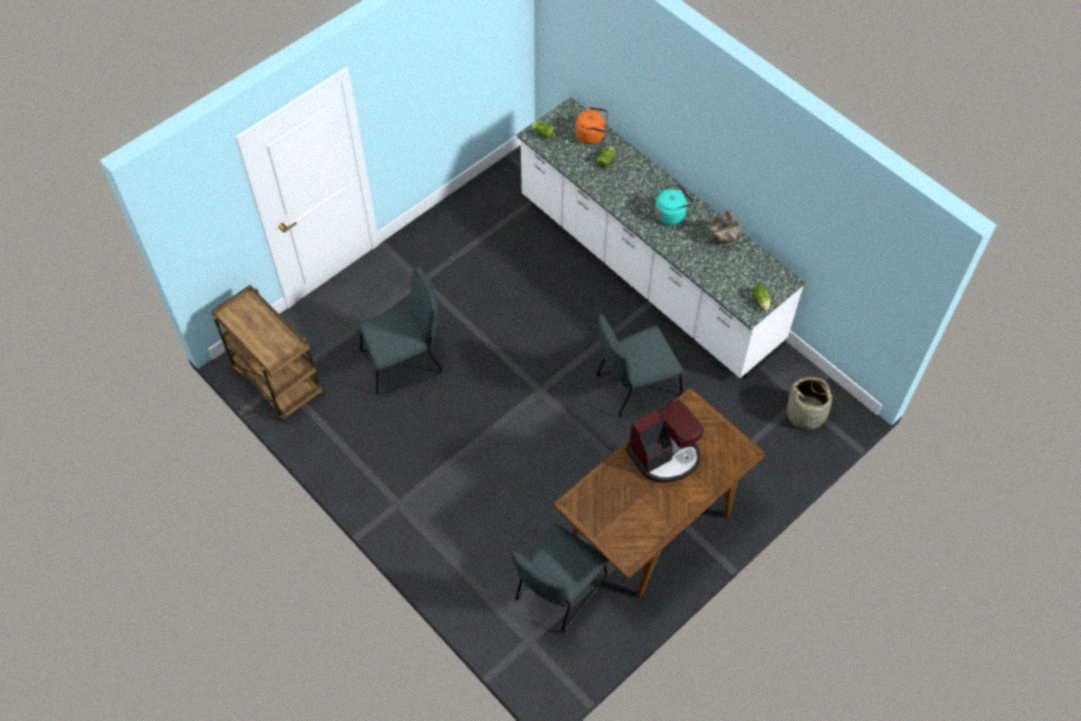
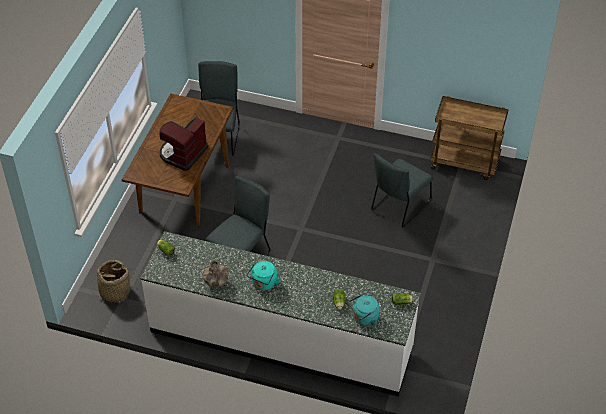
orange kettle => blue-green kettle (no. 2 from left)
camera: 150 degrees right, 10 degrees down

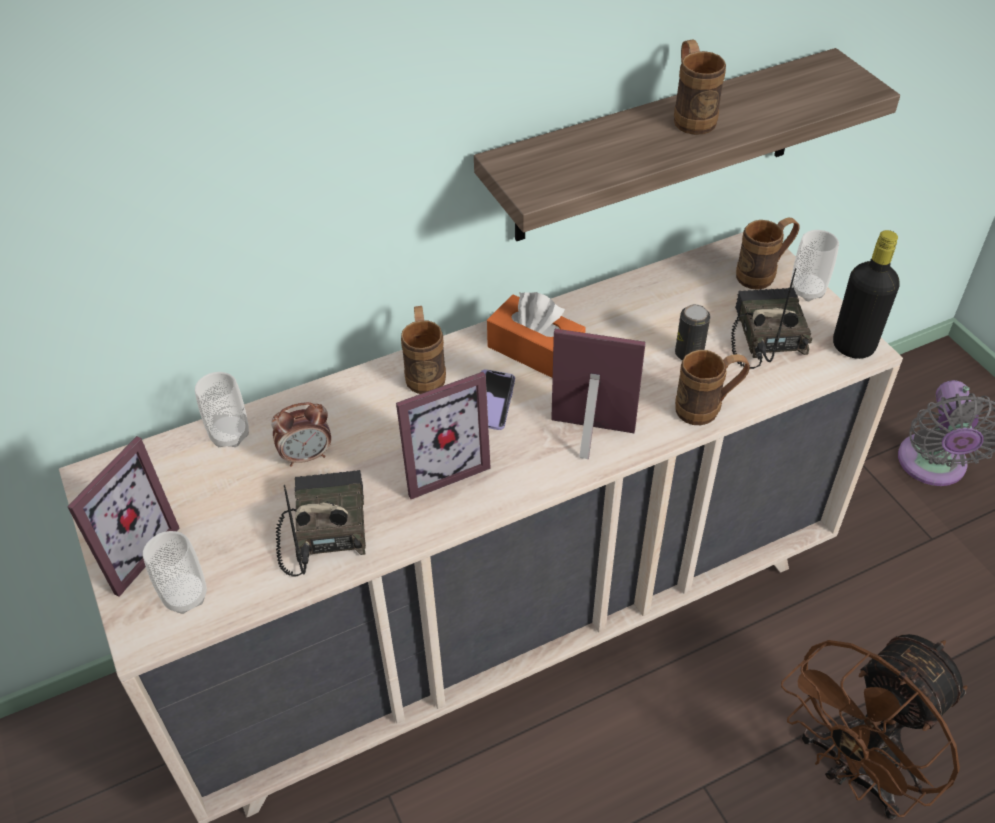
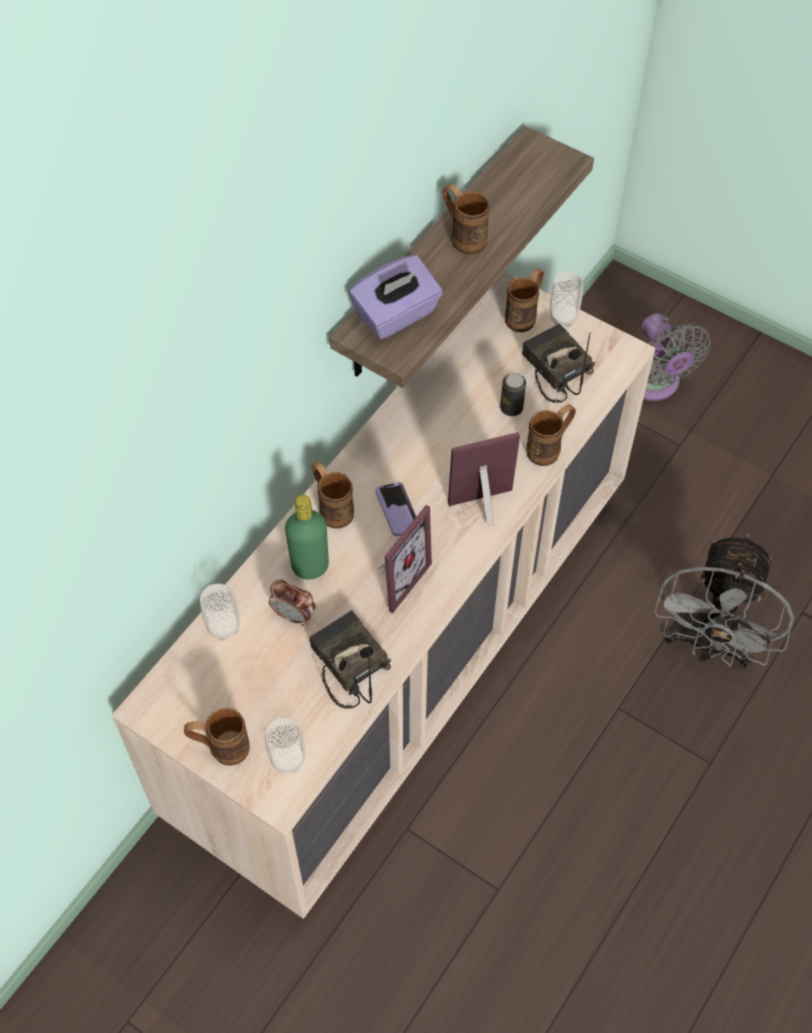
orange box of tissues => nothing
blackish drink bottle => nothing
nothing => green-coloured drink bottle
nothing => purple-coloured box of tissues
photo frame (no. 1 from left) => brownish tea mug (no. 1 from left)
brownish cooling fan => greyish cooling fan (no. 2 from left)
bedside clock, 75 degrees clockwise
camera: 30 degrees left, 10 degrees up

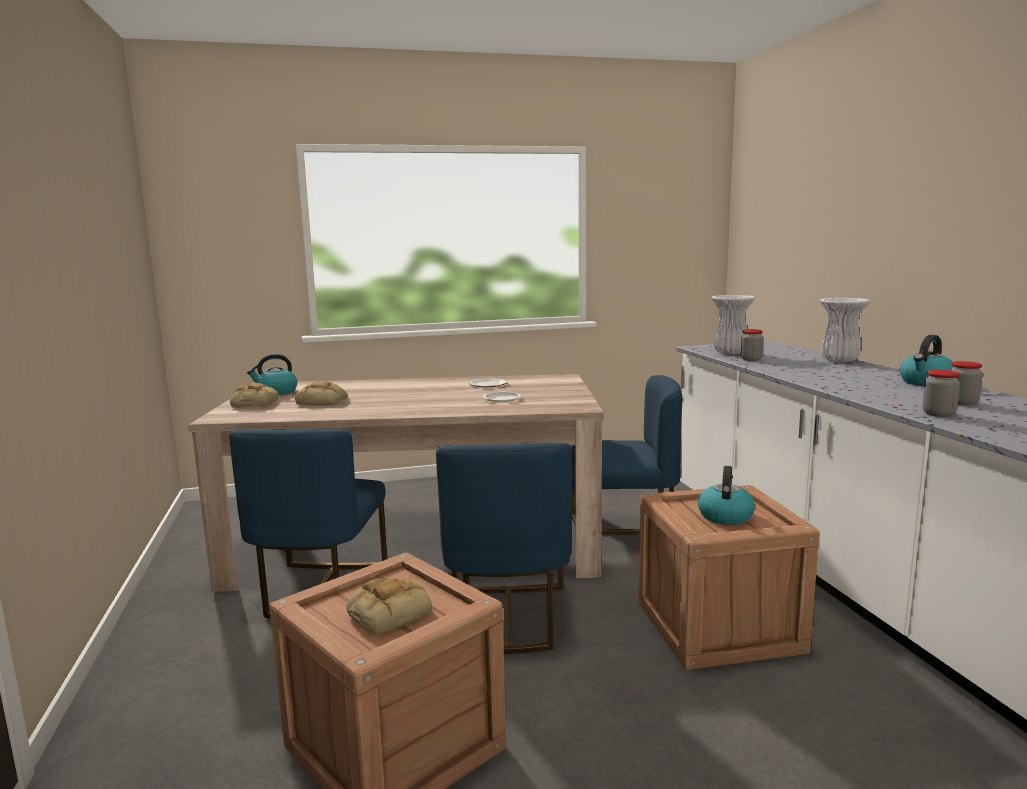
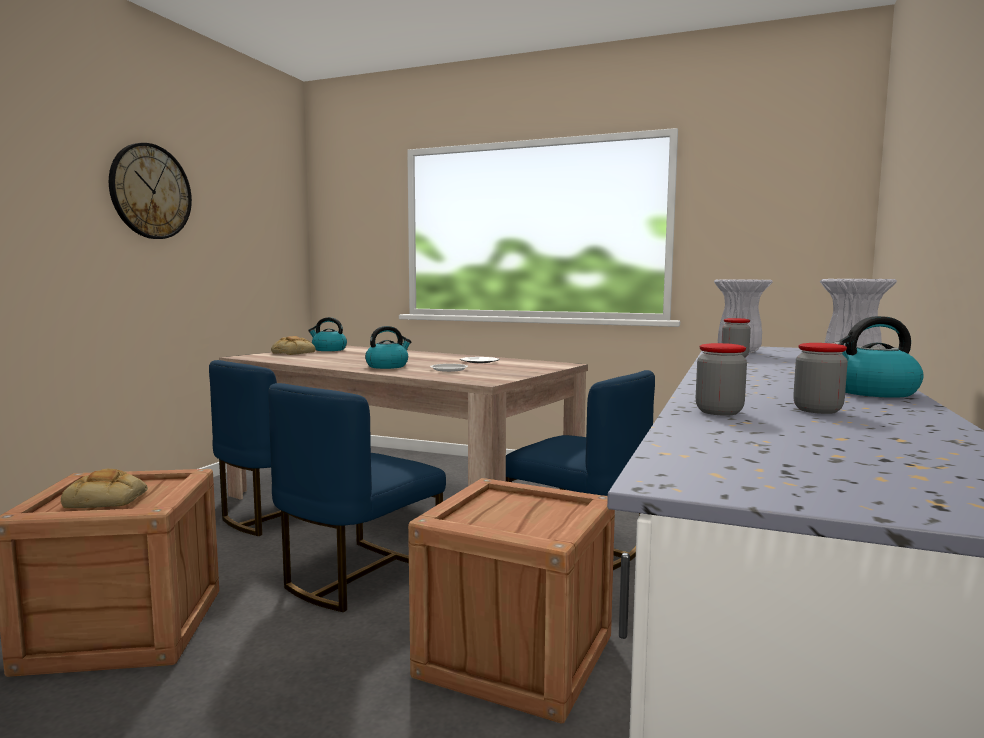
bread (no. 2 from left) => nothing
nothing => hanging clock
kettle (no. 2 from left), shifted
camera: 35 degrees right, 5 degrees down

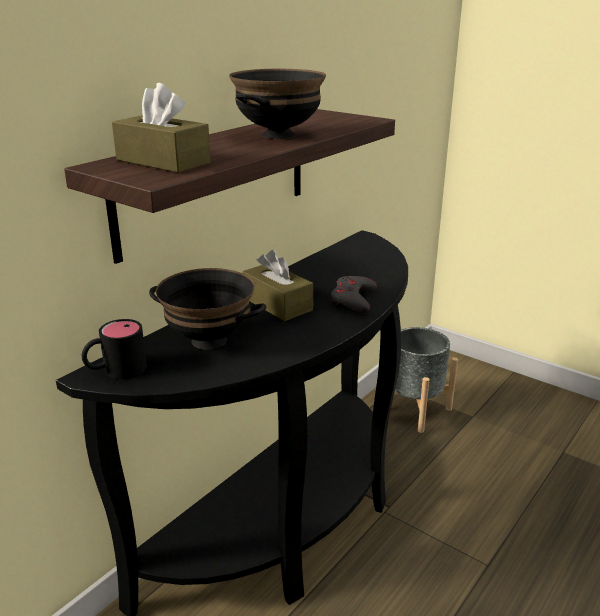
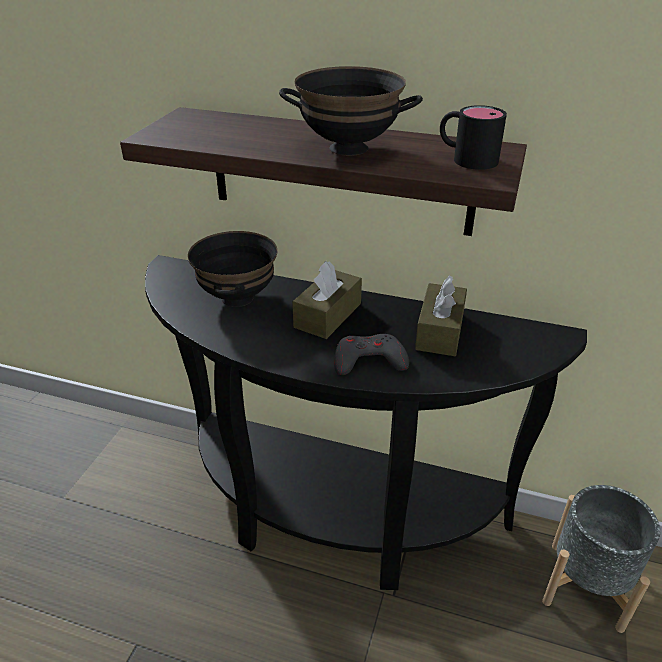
blackish tea mug, shifted
brownish box of tissues (no. 1 from left in the first image) => brownish box of tissues (no. 2 from left), shifted
camera: 70 degrees right, 10 degrees up

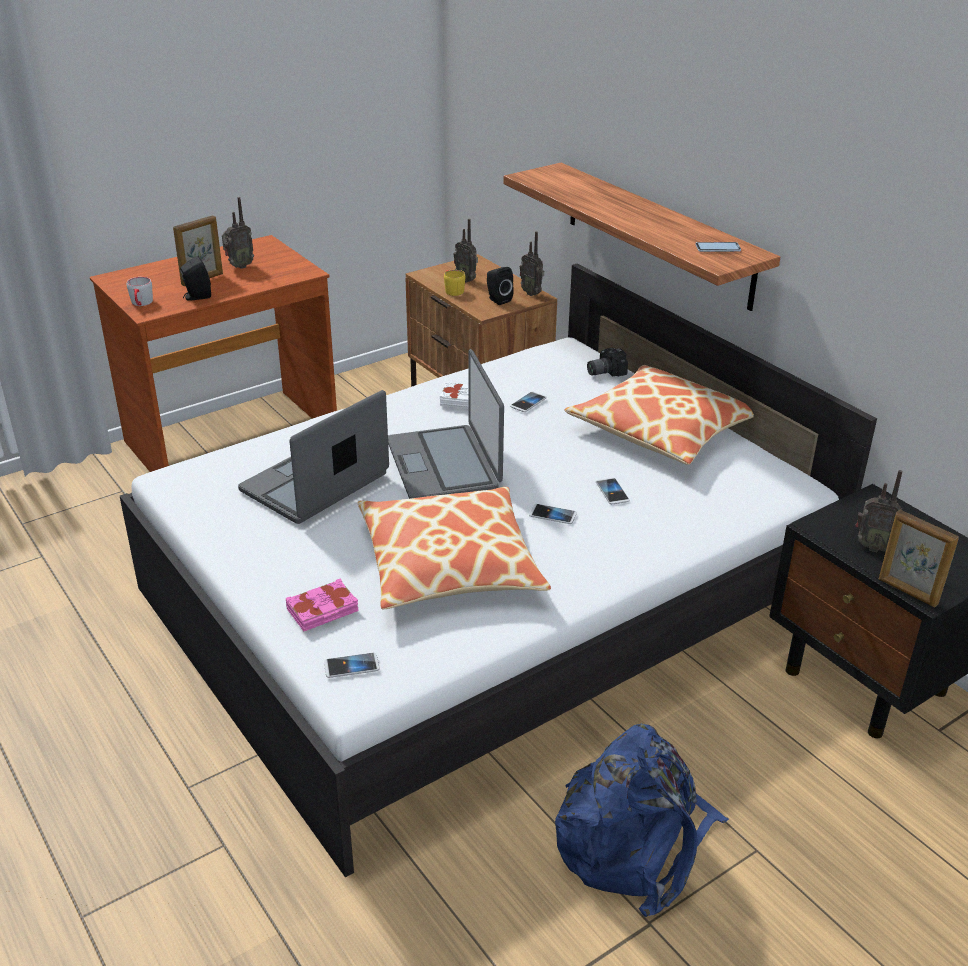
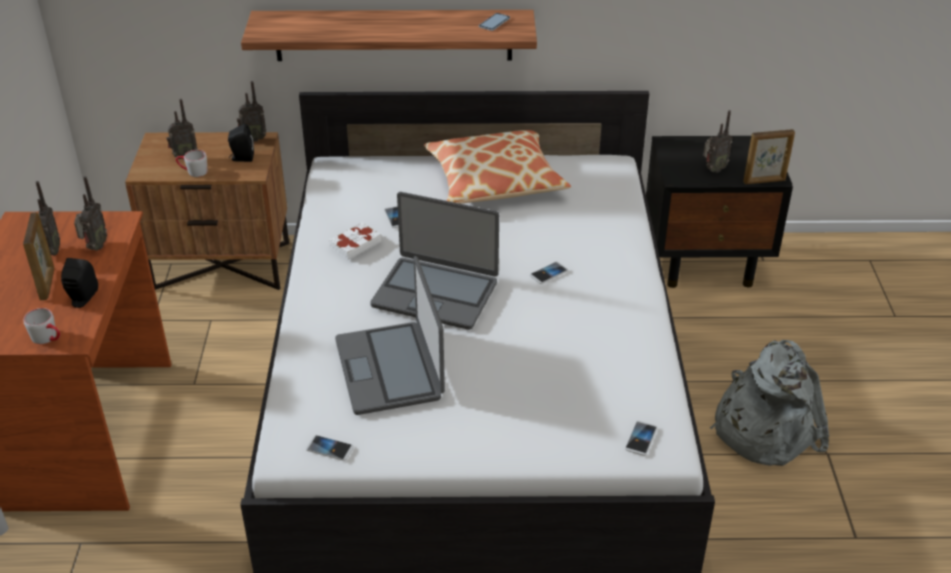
pink-coloured book => nothing
throw pillow (no. 1 from left) => nothing
photo camera => nothing
nothing => radio set (no. 2 from left)
phone (no. 4 from left in the first image) => phone (no. 1 from left), shifted
yellow-coloured tea mug => greyish tea mug (no. 2 from left)
blue-coloured backpack => greyish backpack
camera: 55 degrees left, 5 degrees up

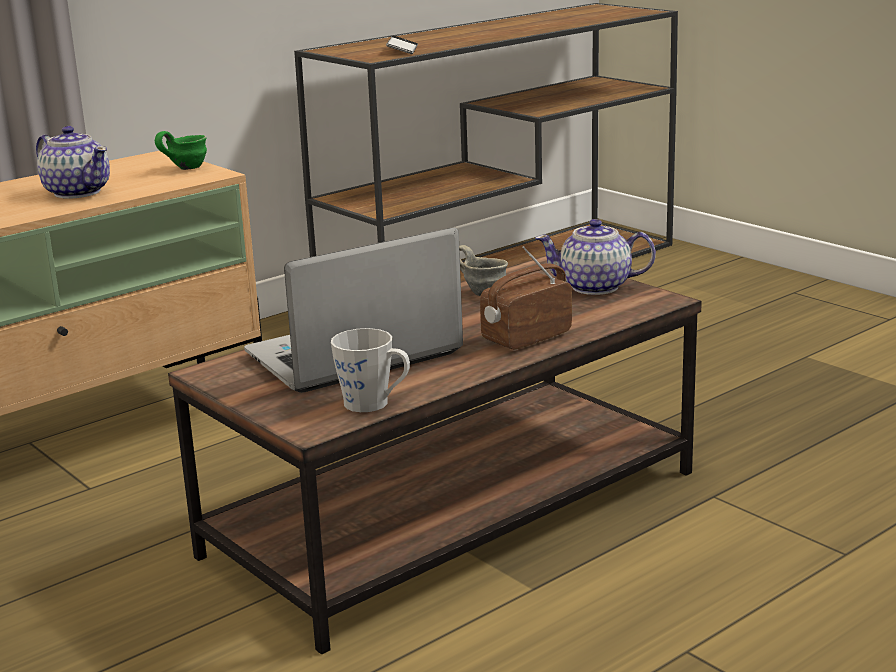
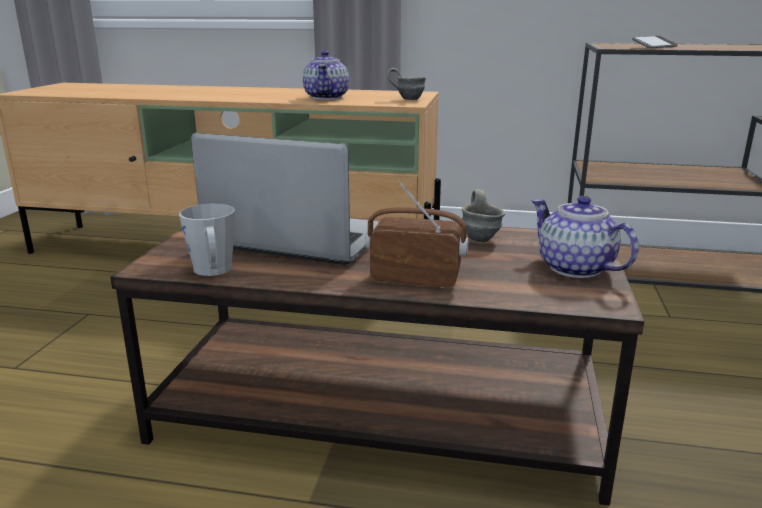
green-coloured tea mug => greyish tea mug (no. 2 from left)
camera: 50 degrees right, 0 degrees up

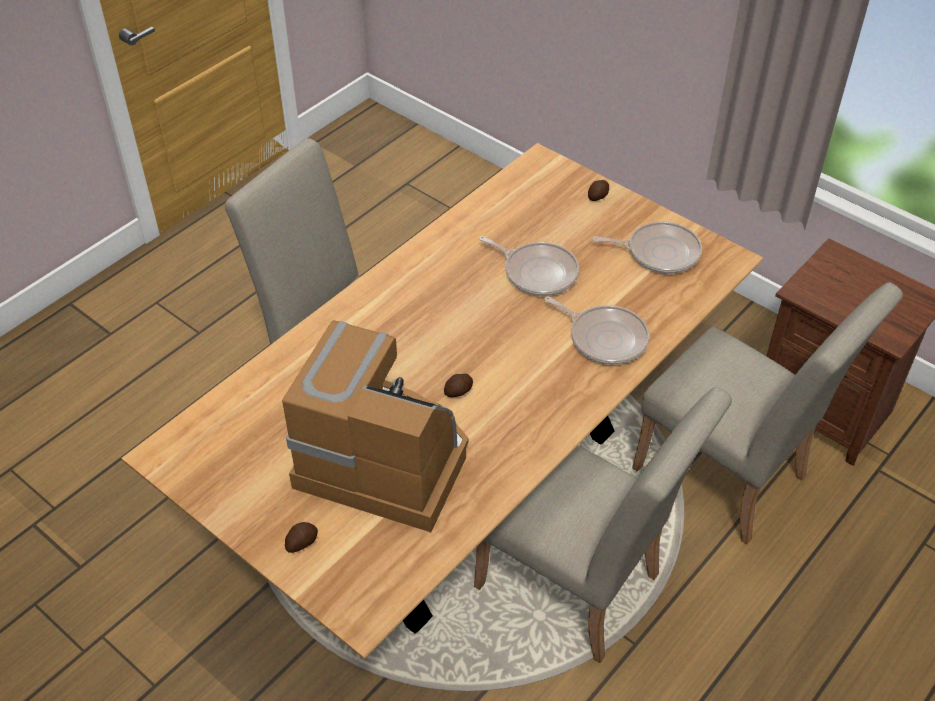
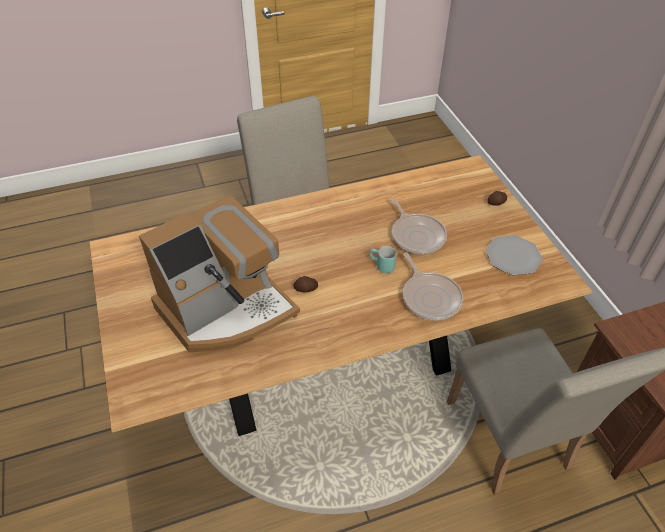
whole potato (no. 1 from left) => nothing
beige upright chair (no. 2 from left) => nothing
nothing => blue-green tea mug
pan (no. 3 from left) => flat dish
coffee brewer, 90 degrees clockwise
camera: 30 degrees right, 0 degrees up

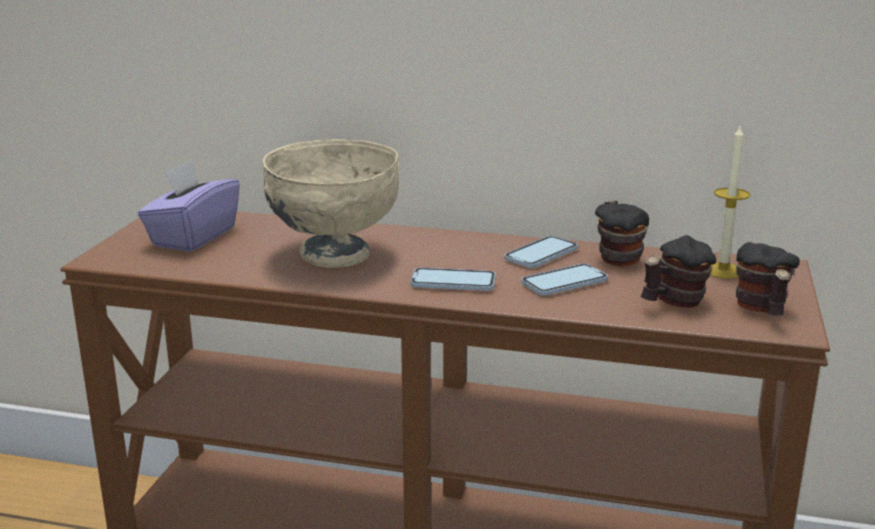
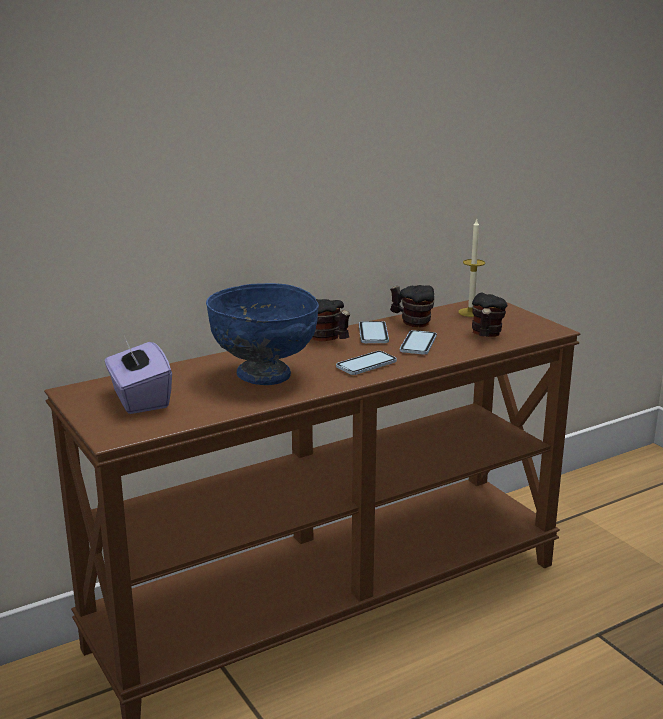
tea mug (no. 3 from left in the first image) => tea mug (no. 1 from left), shifted
beige bowl => blue-coloured bowl
camera: 45 degrees left, 0 degrees up

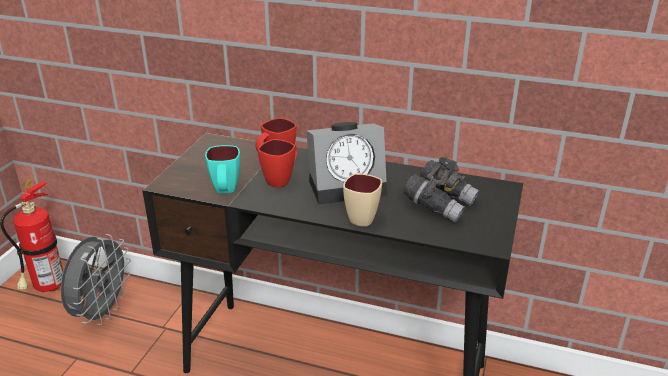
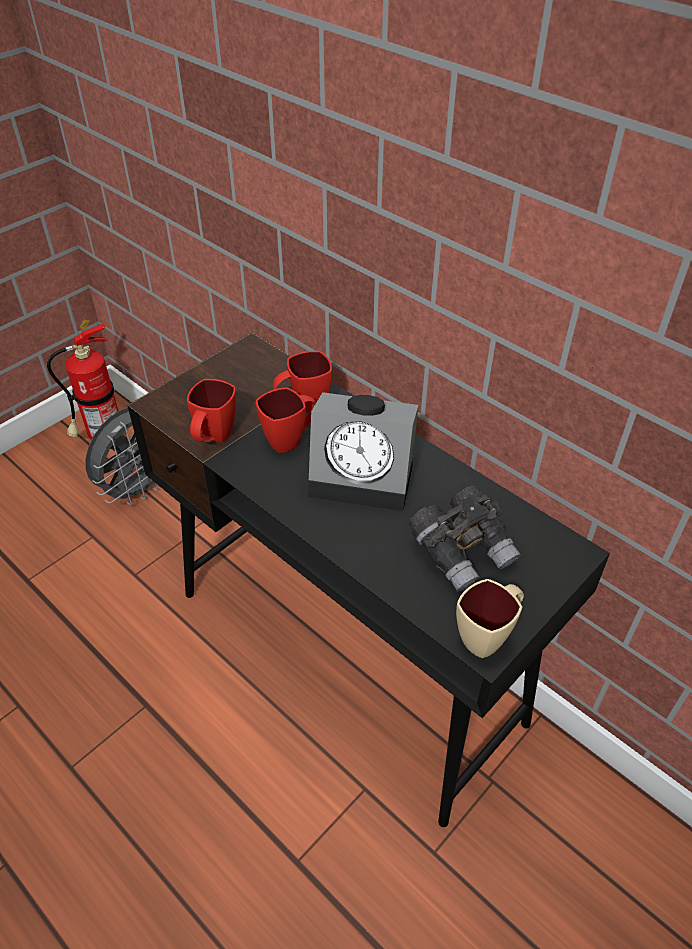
beige tea mug, shifted
blue-green tea mug => red tea mug (no. 1 from left)
camera: 25 degrees right, 15 degrees up

